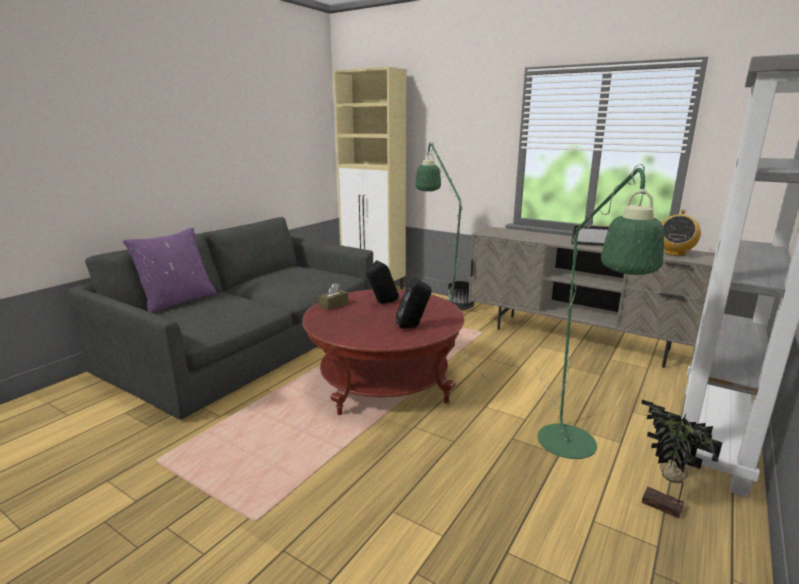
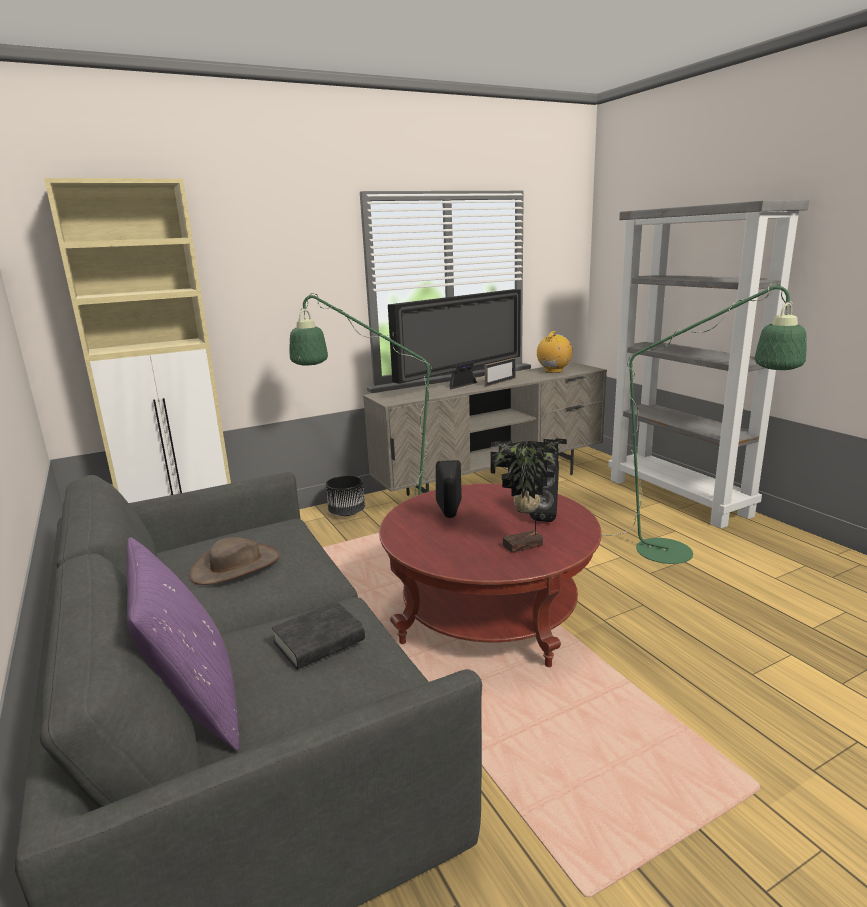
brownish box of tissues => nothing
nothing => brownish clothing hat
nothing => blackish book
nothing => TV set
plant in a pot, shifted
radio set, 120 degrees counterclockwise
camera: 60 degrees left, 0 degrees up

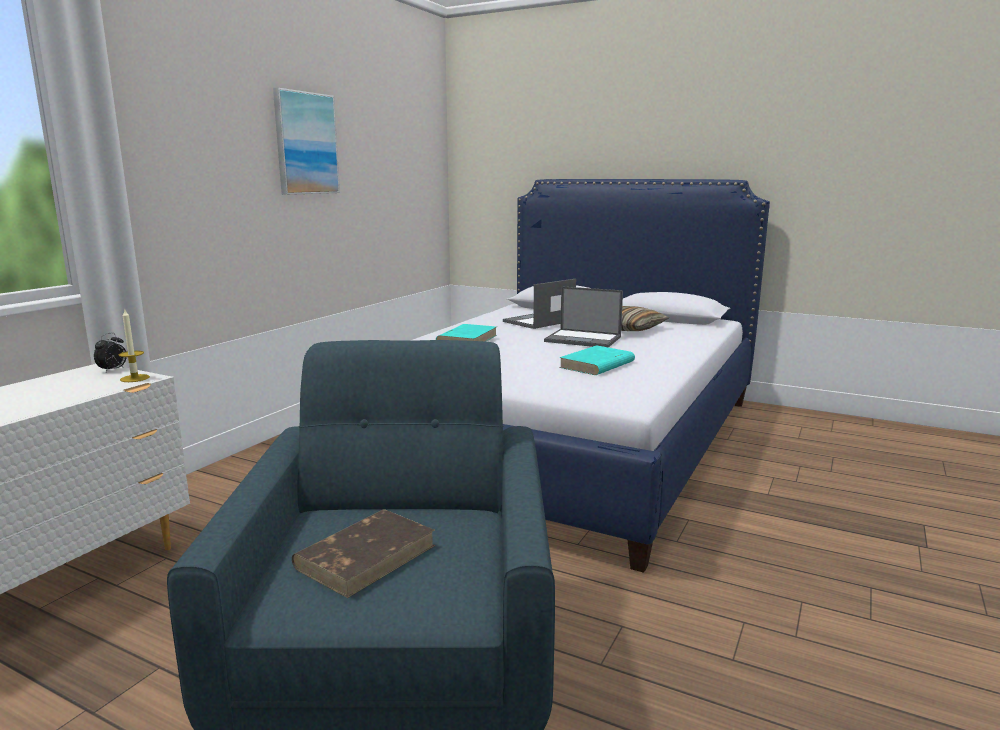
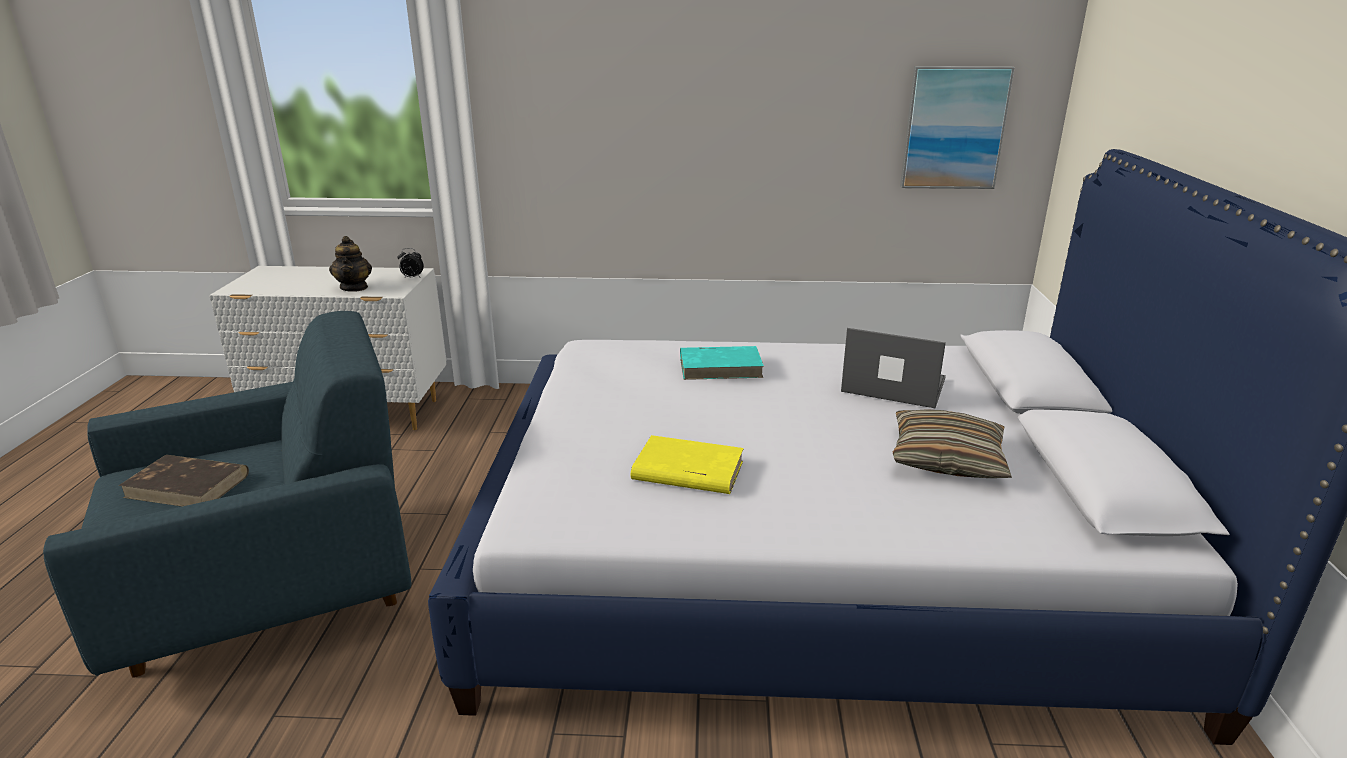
wax candle => nothing
laptop (no. 2 from left) => nothing
nothing => pot for tea
wall picture, shifted
blue-green book (no. 2 from left) => yellow-coloured book
camera: 65 degrees right, 10 degrees up

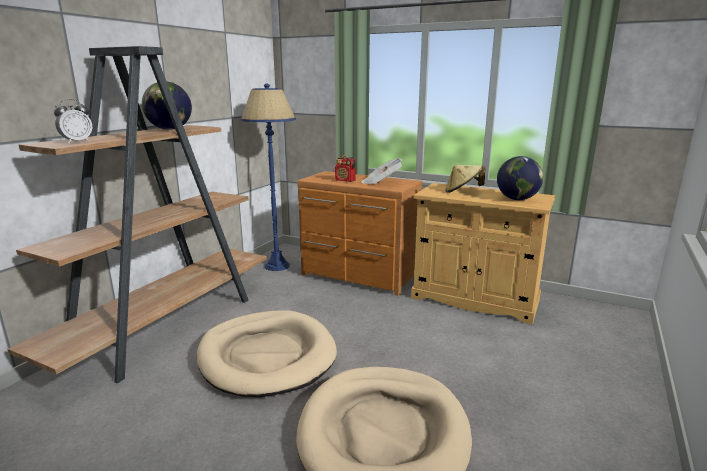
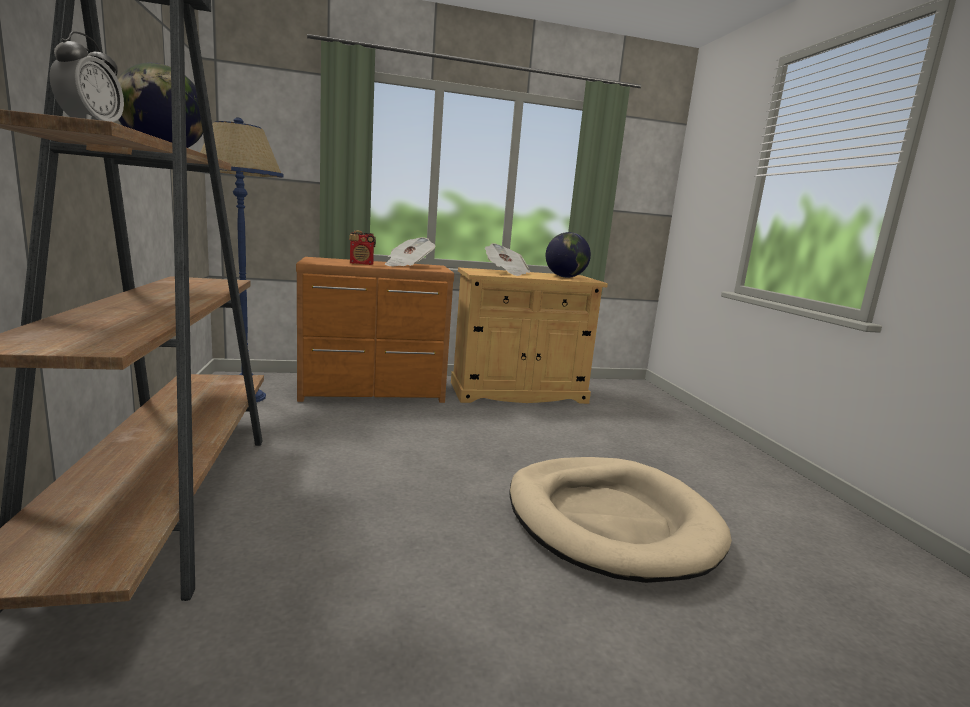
beige dog bed (no. 1 from left) => nothing
beige clothing hat => printed paper (no. 2 from left)
camera: 40 degrees left, 5 degrees down

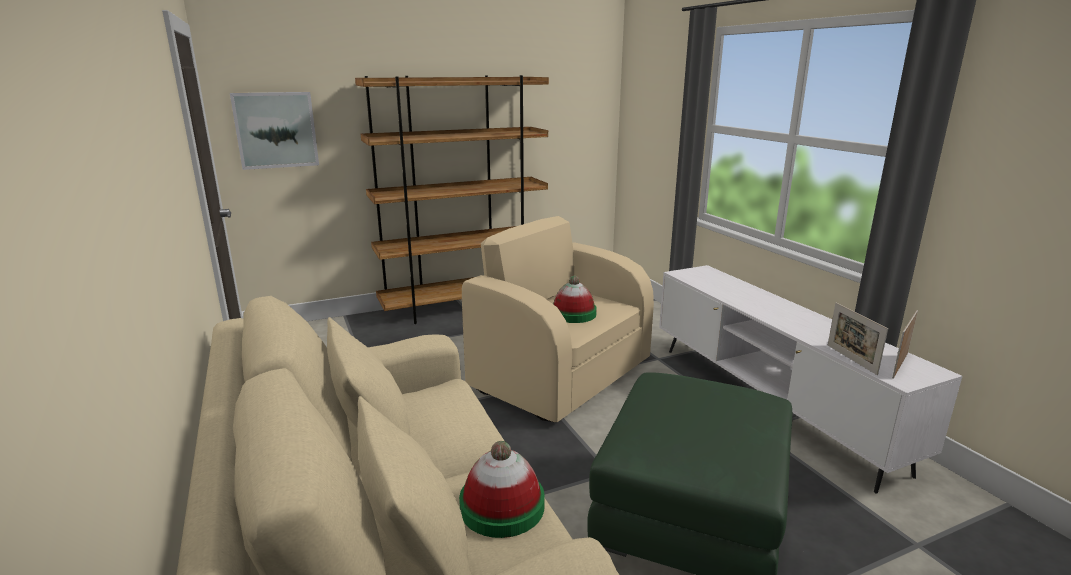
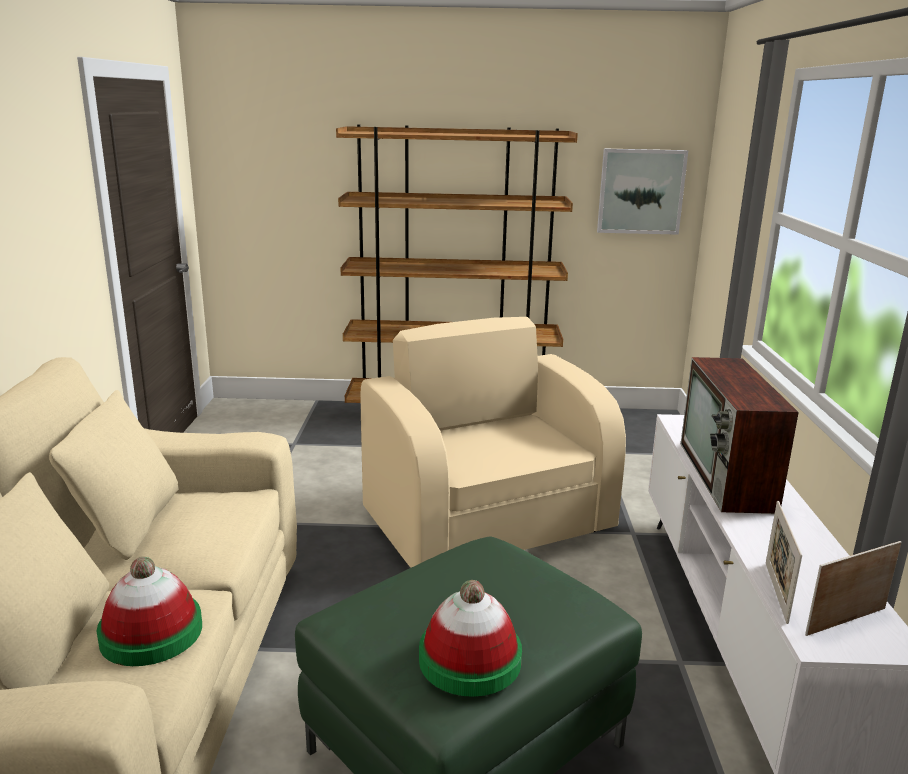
nothing => TV set
wall picture, shifted
clothing hat (no. 2 from left), shifted
camera: 25 degrees right, 0 degrees up

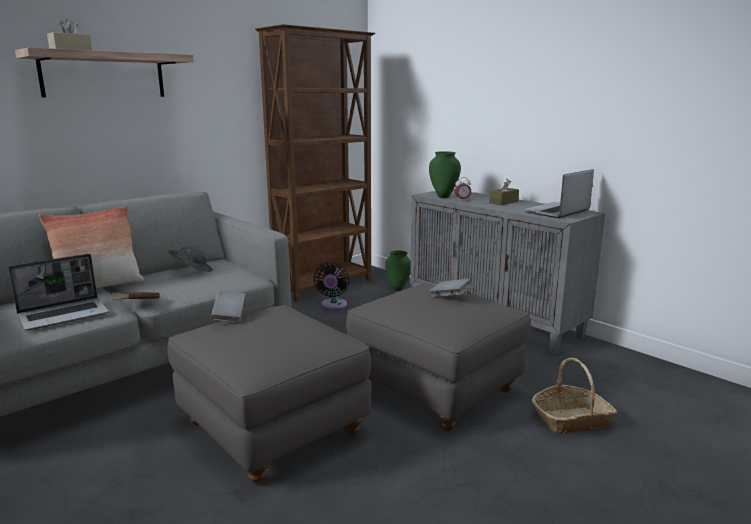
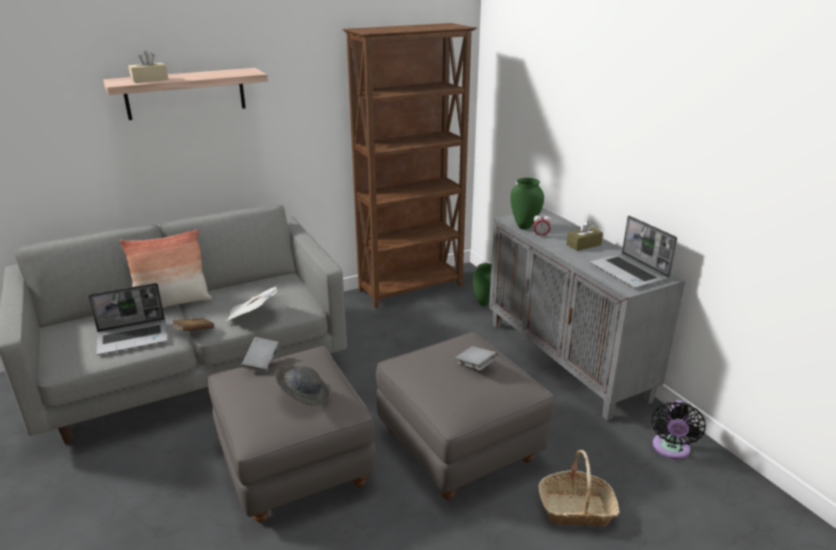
nothing => printed paper
greyish clothing hat, shifted
blackish cooling fan, shifted
laptop (no. 2 from left), 90 degrees counterclockwise
camera: 15 degrees right, 10 degrees up

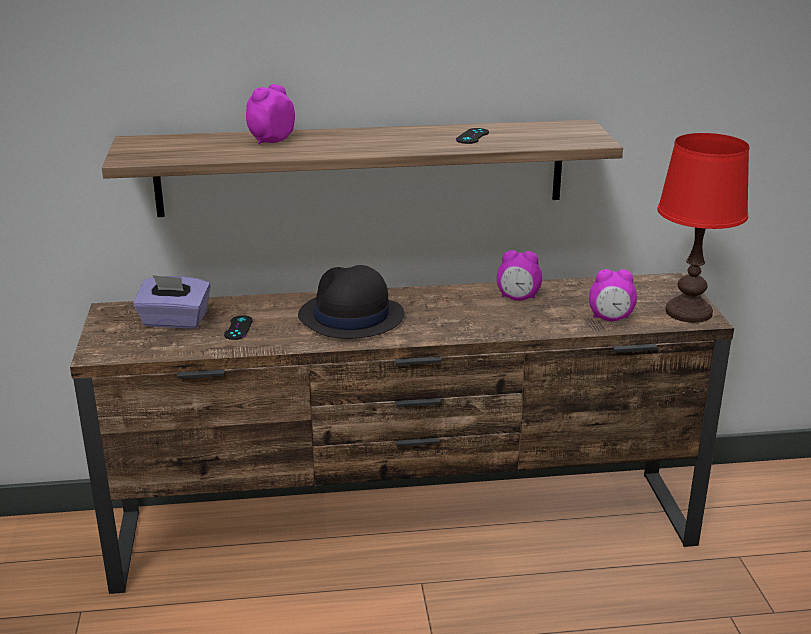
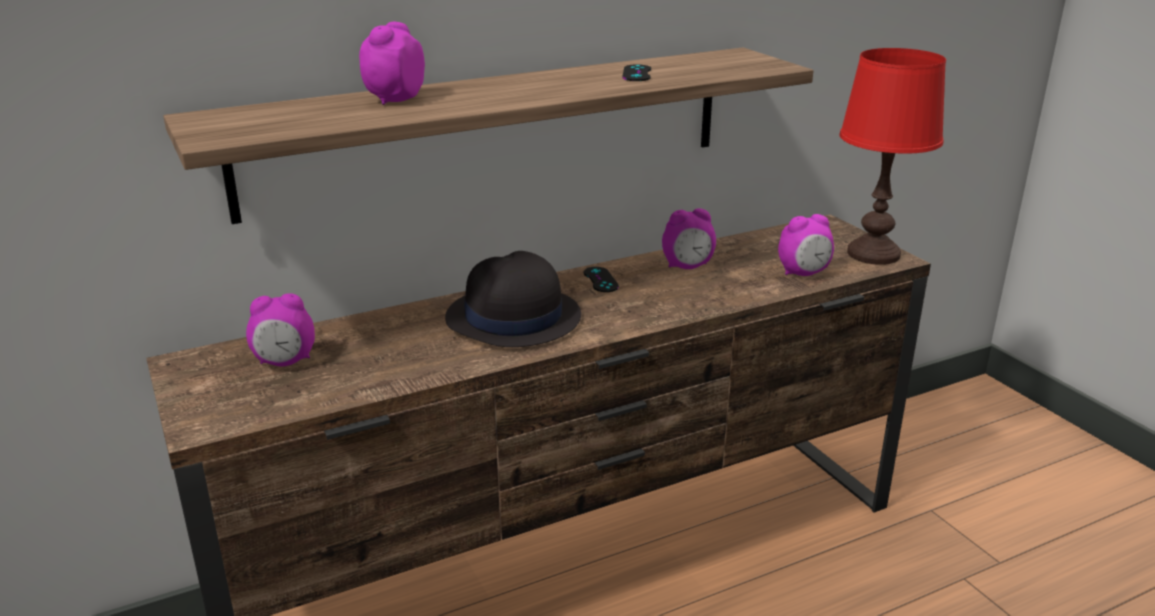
blackish gamepad (no. 1 from left), shifted
purple-coloured box of tissues => bedside clock (no. 1 from left)
camera: 20 degrees left, 0 degrees up

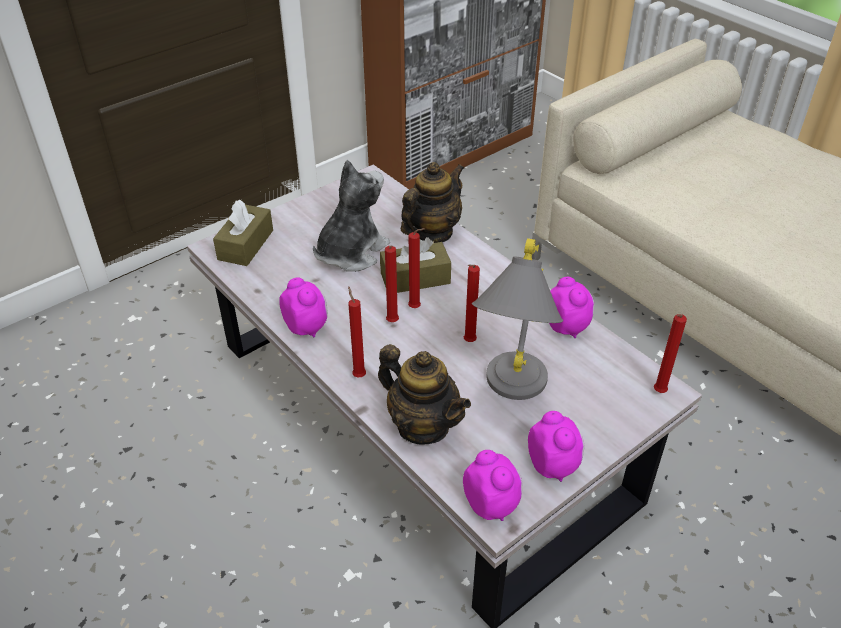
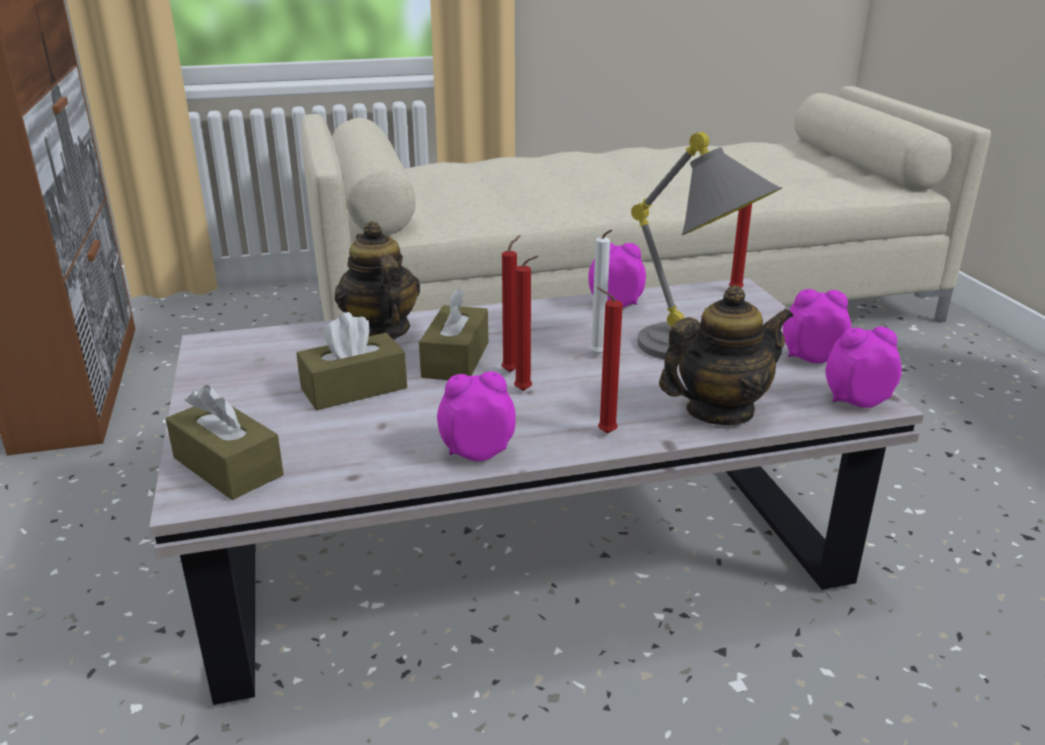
cuddly toy => brownish box of tissues (no. 2 from left)
red wax candle (no. 4 from left) => white wax candle
camera: 65 degrees left, 15 degrees down

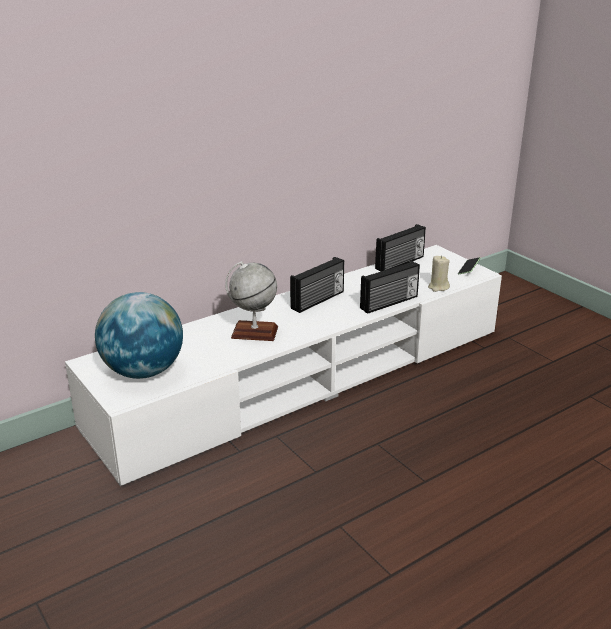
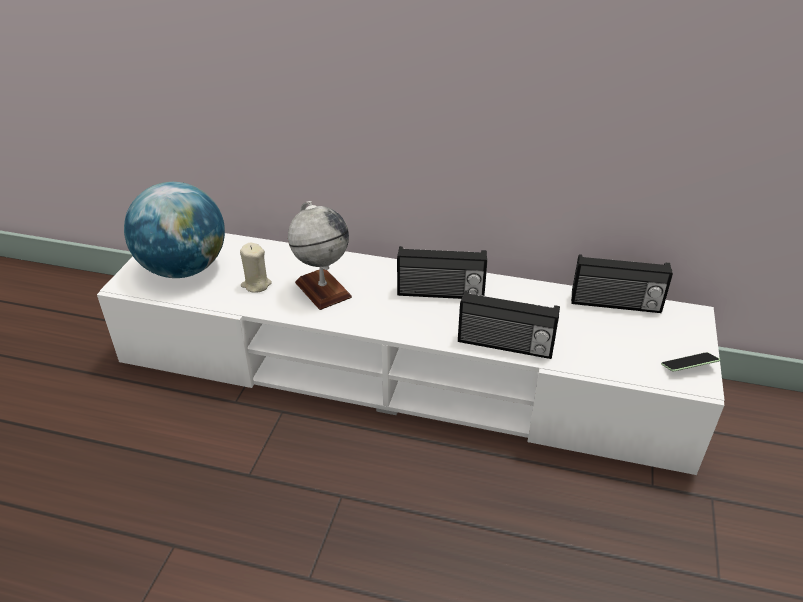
beige wax candle, shifted
camera: 50 degrees right, 10 degrees up

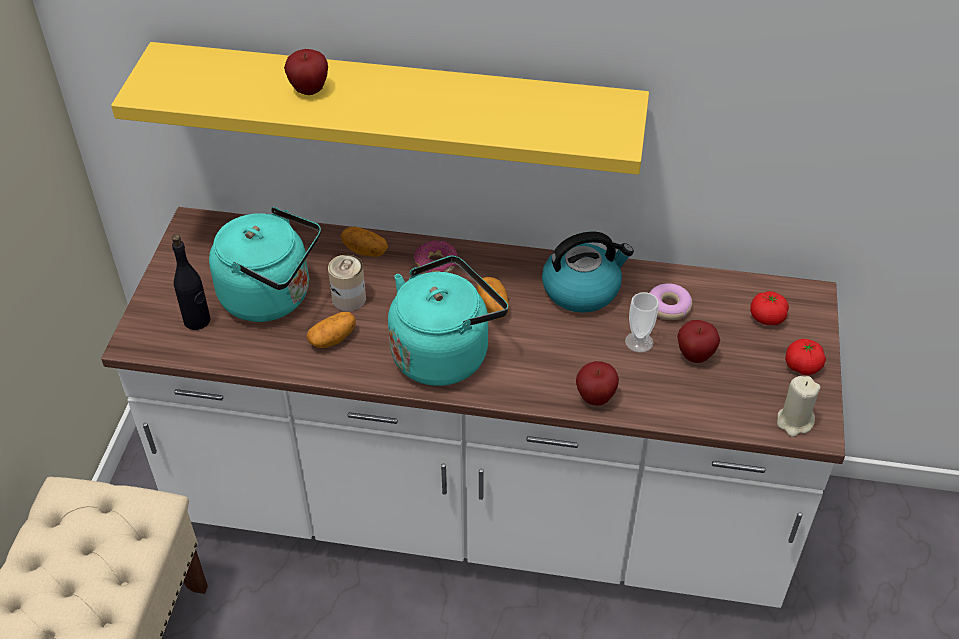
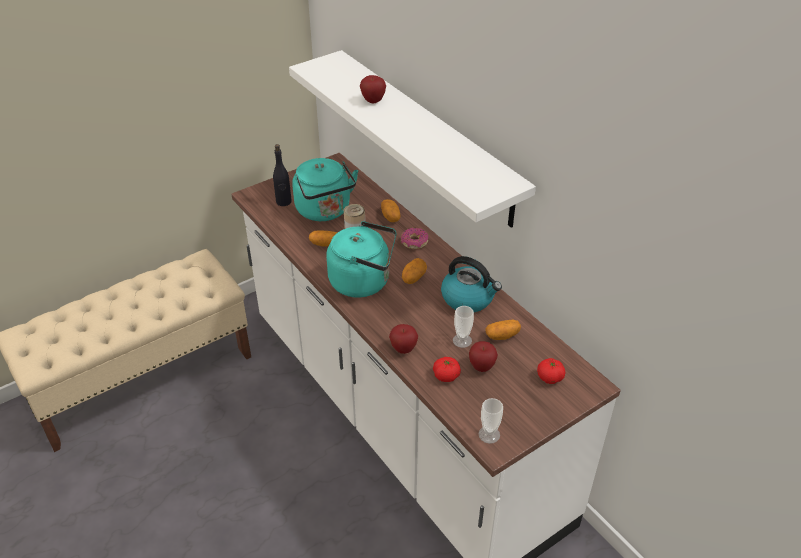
fresh tomato (no. 2 from left in the first image) => fresh tomato (no. 1 from left), shifted
ring doughnut (no. 2 from left) => whole potato (no. 4 from left)
beige wax candle => small cup (no. 2 from left)
yellow-coloured bracket shelf => white bracket shelf
camera: 45 degrees right, 5 degrees down

